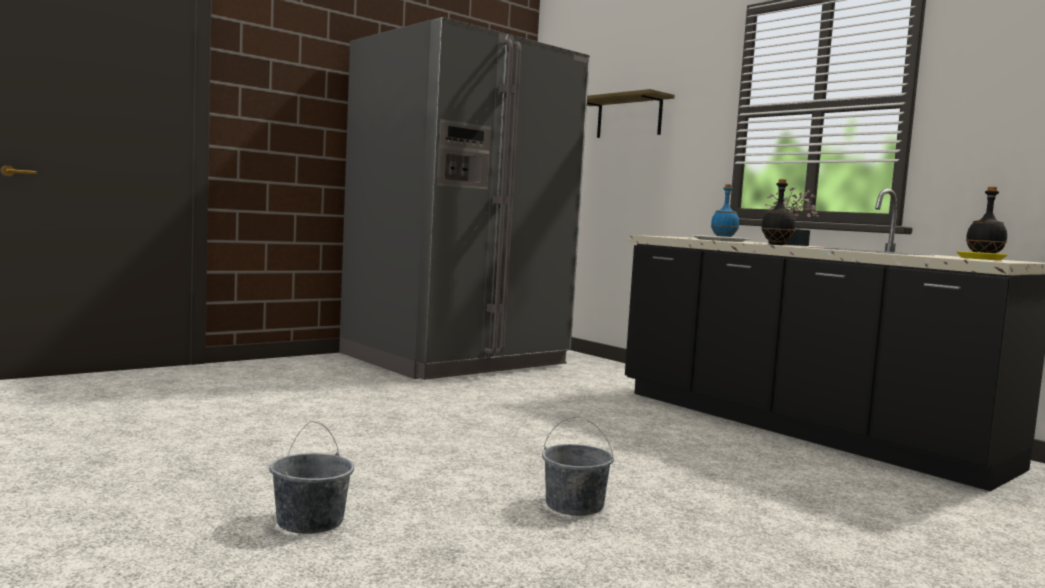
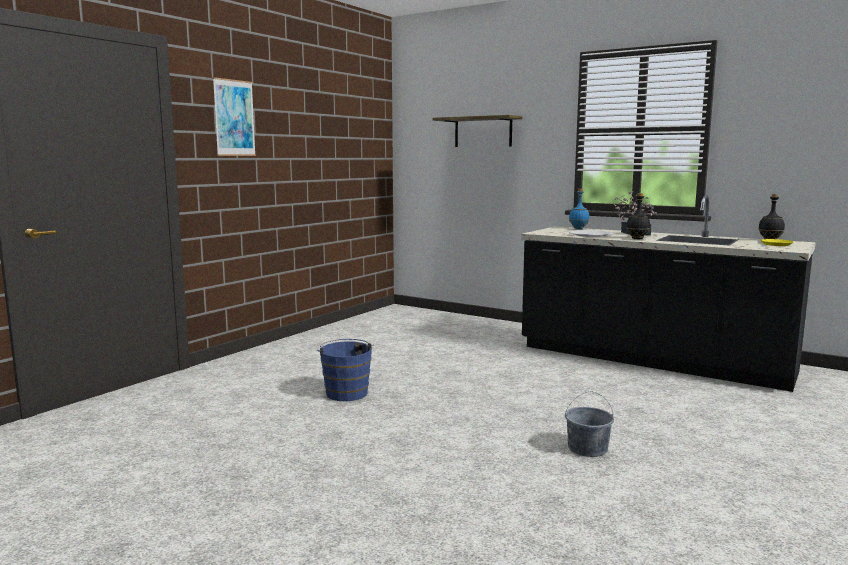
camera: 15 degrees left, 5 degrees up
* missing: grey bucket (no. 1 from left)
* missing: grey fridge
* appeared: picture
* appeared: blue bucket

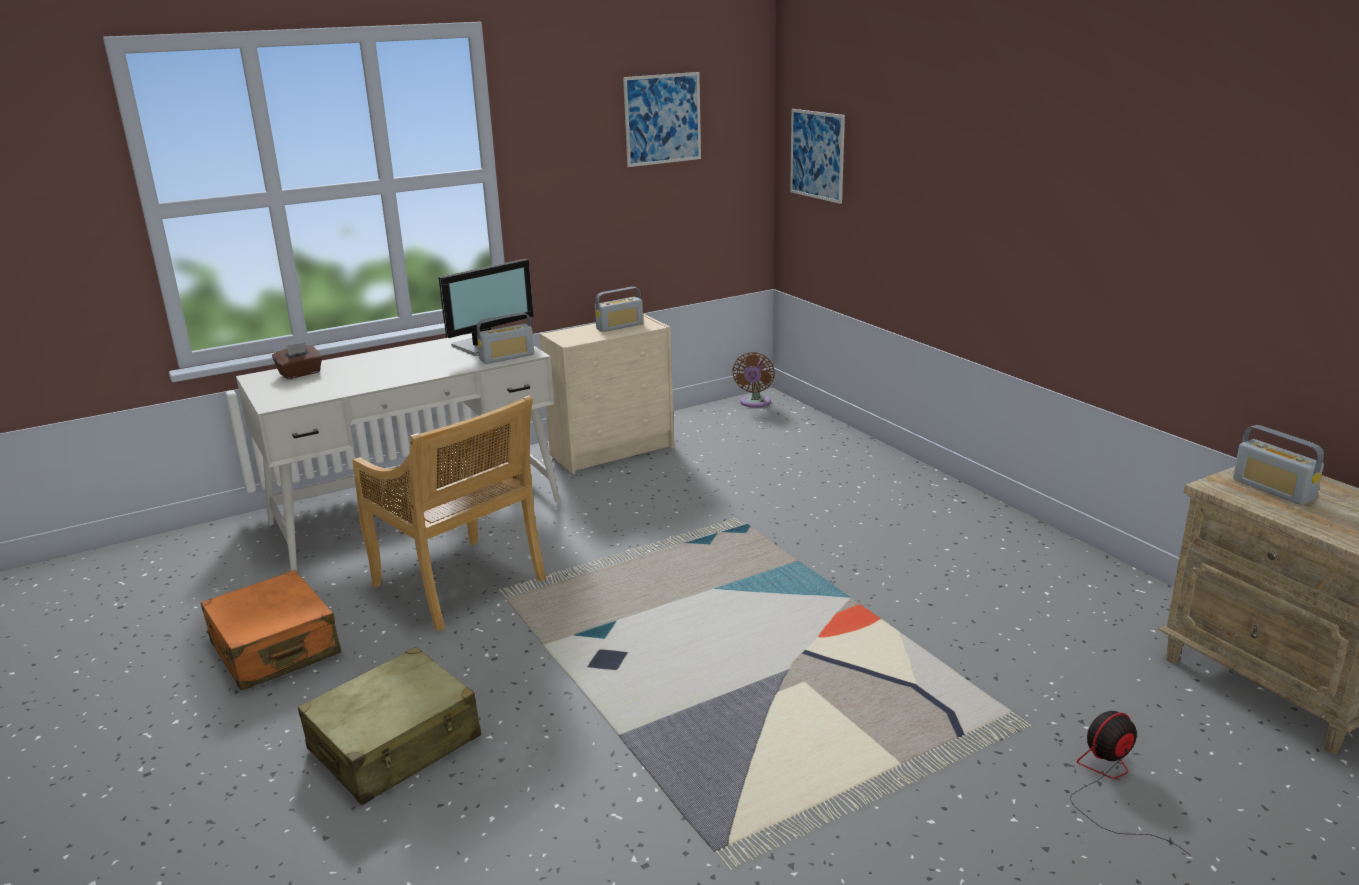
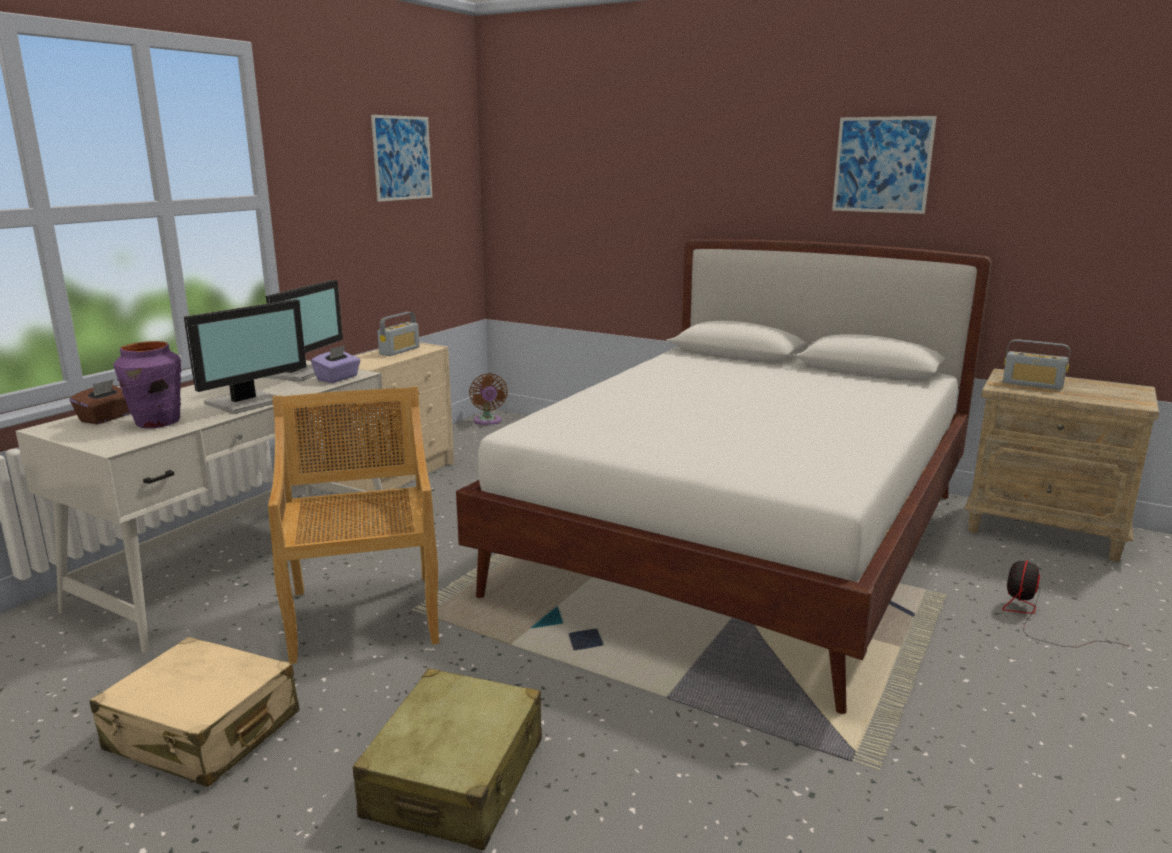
camera: 30 degrees left, 5 degrees down
* colour: orange suitcase to beige suitcase (no. 1 from left)
* spun: beige chair 120 degrees counterclockwise
* exchanged: radio (no. 1 from left) to purple tissue box
* relocated: picture (no. 2 from left)
* appeared: purple vase
* appeared: monitor (no. 1 from left)
* appeared: white bed

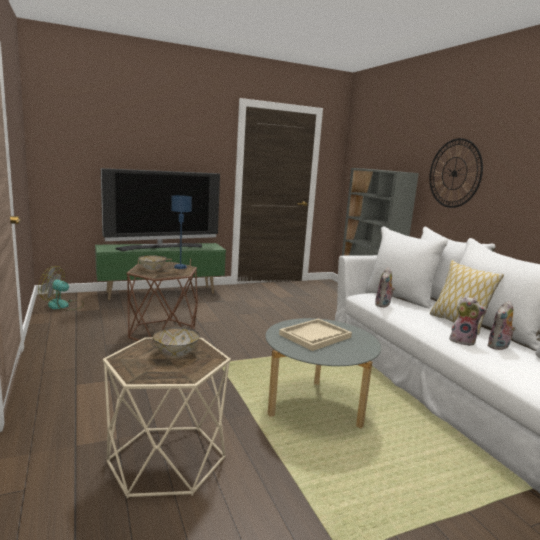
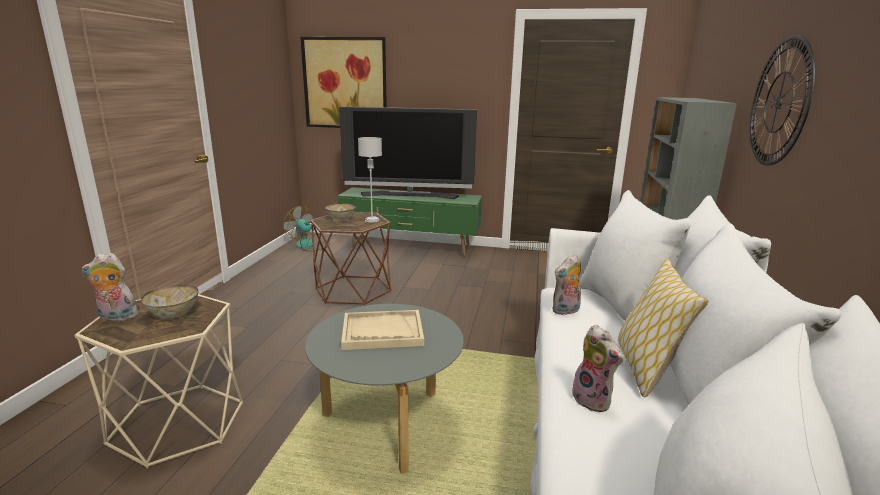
camera: 35 degrees right, 5 degrees up
* colour: blue table lamp to grey table lamp
* relocated: plush toy (no. 3 from left in the first image) to plush toy (no. 1 from left)
* appeared: picture

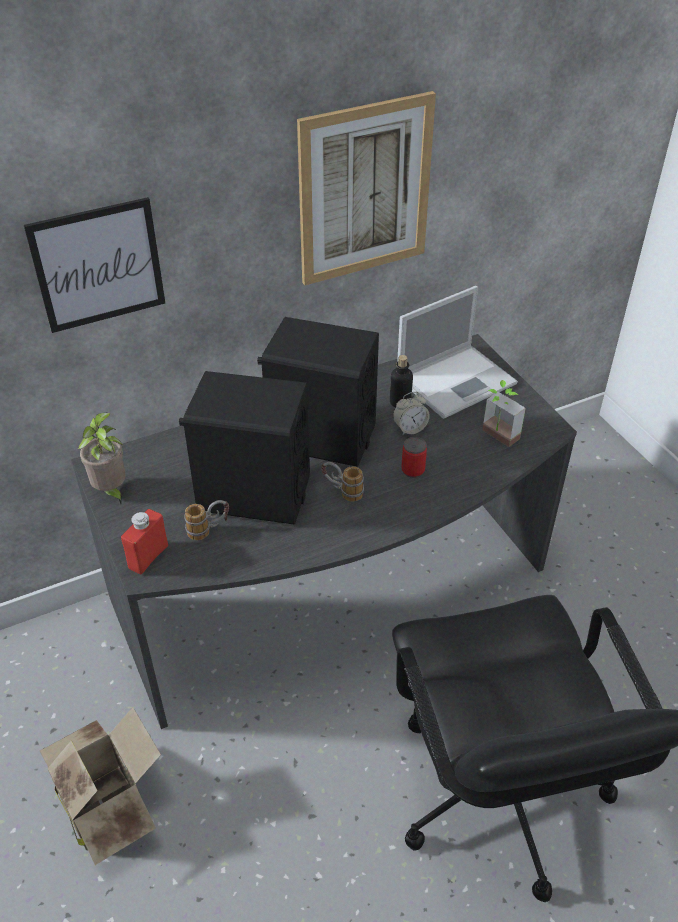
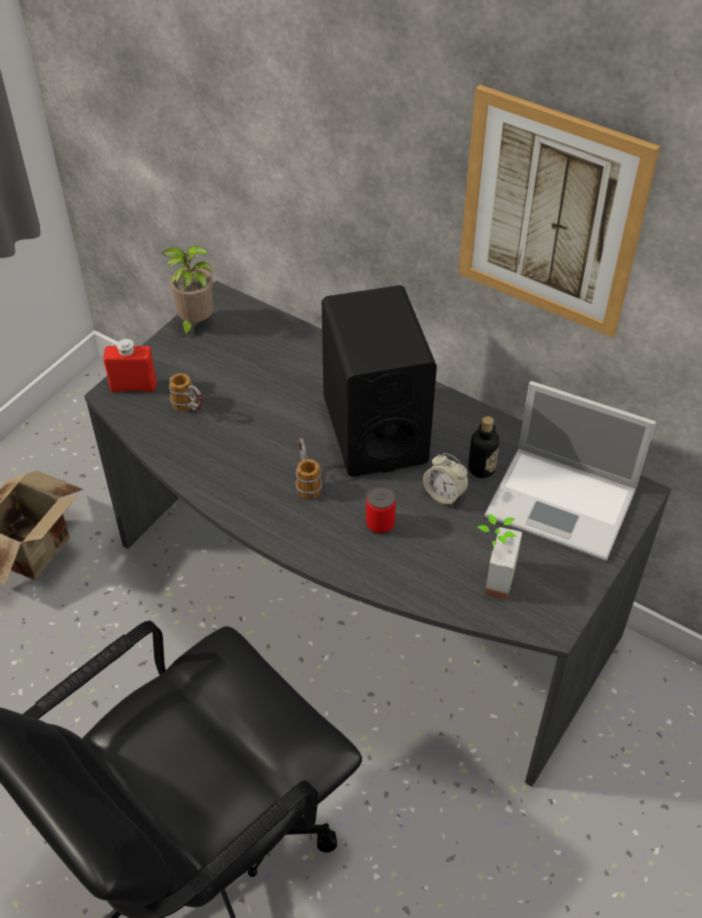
camera: 60 degrees right, 5 degrees up
* missing: picture (no. 1 from left)
* missing: black speaker (no. 1 from left)

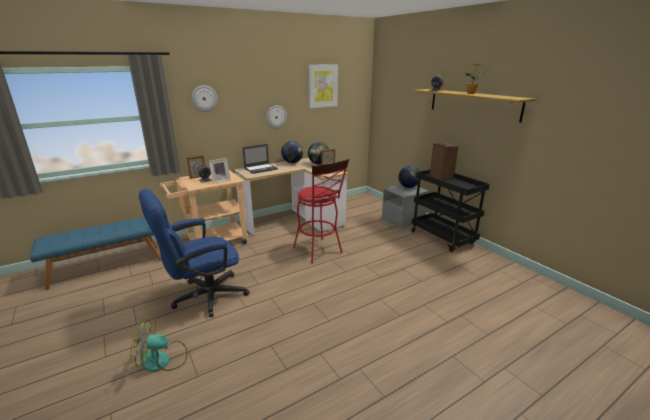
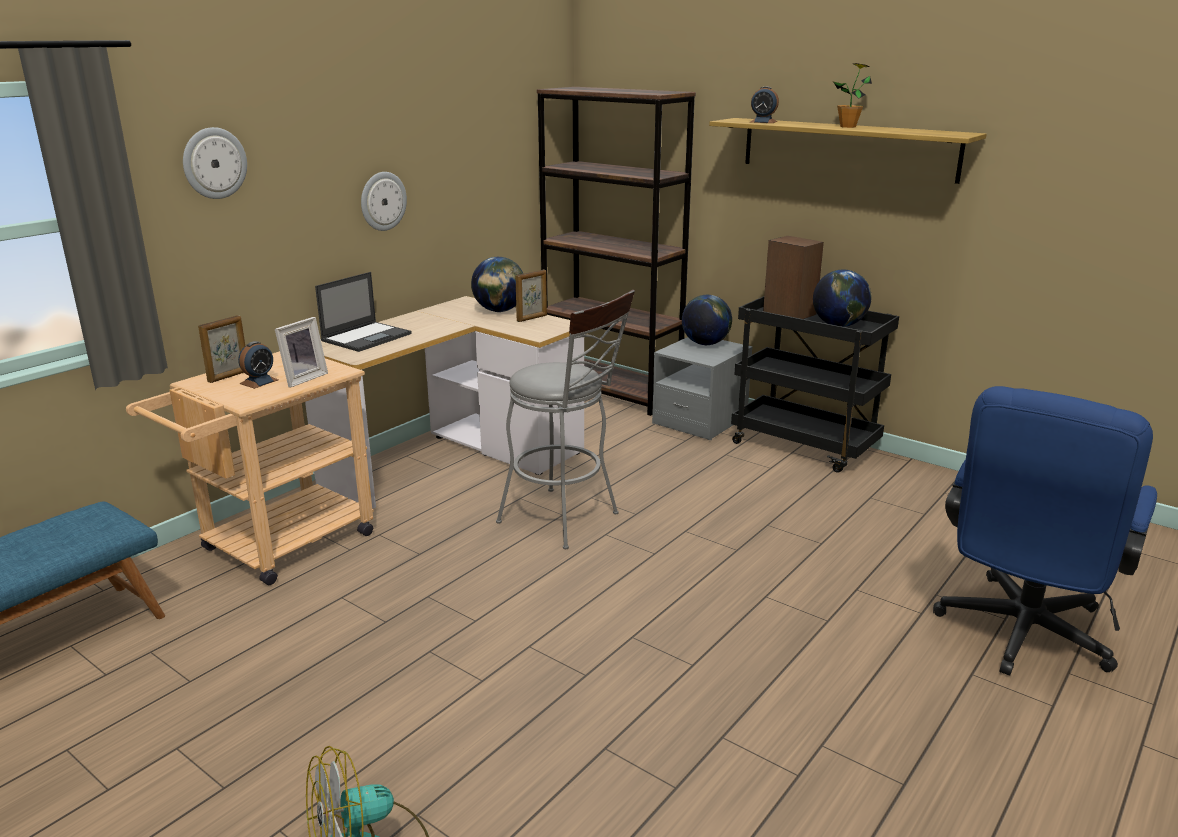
camera: 20 degrees left, 0 degrees up
* relocated: blue office chair
* relocated: globe (no. 1 from left in the first image) to globe (no. 3 from left)
* colour: red stool to grey stool
* missing: picture
* appeared: brown bookcase

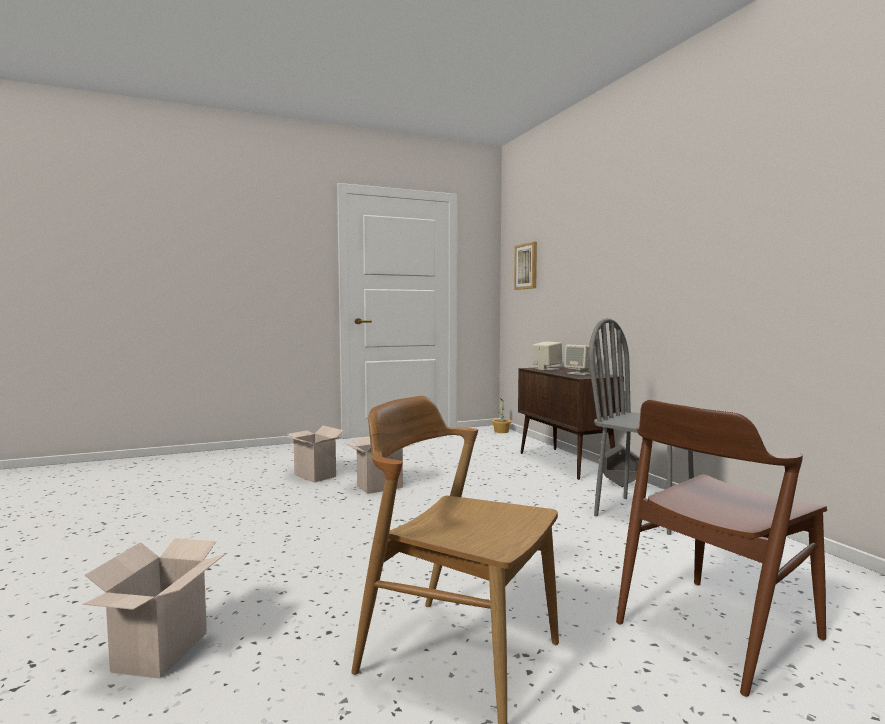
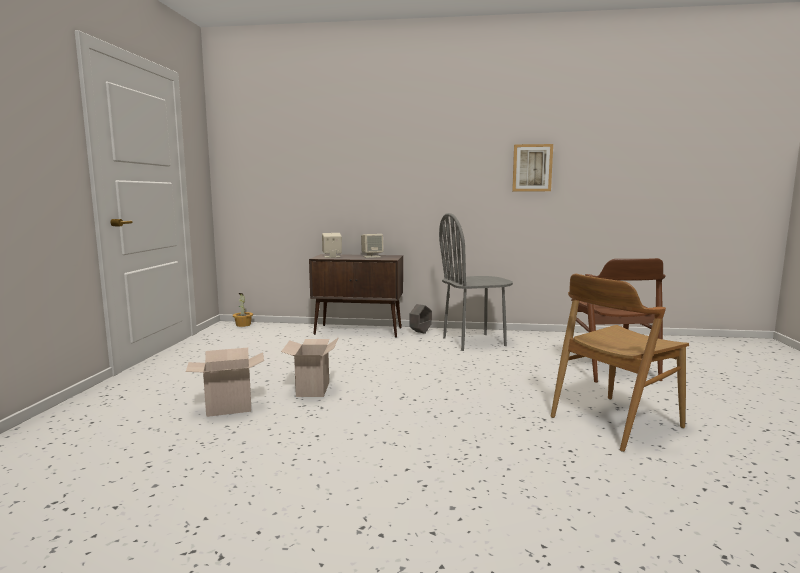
camera: 60 degrees left, 5 degrees up
* missing: cardboard box (no. 1 from left)
* relocated: picture

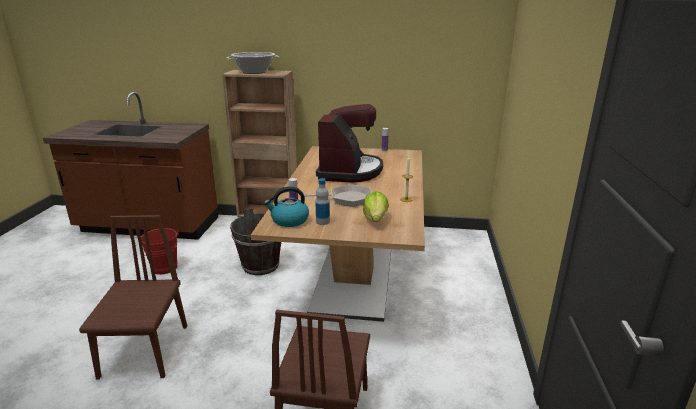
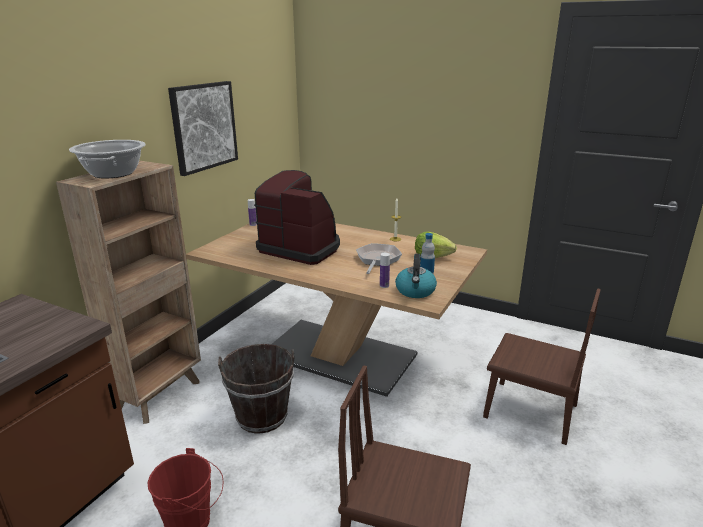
camera: 70 degrees left, 0 degrees up
* appeared: picture

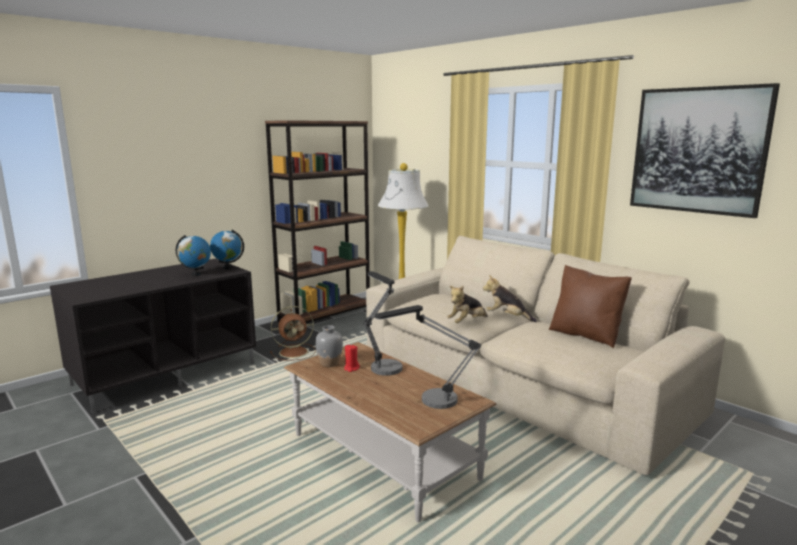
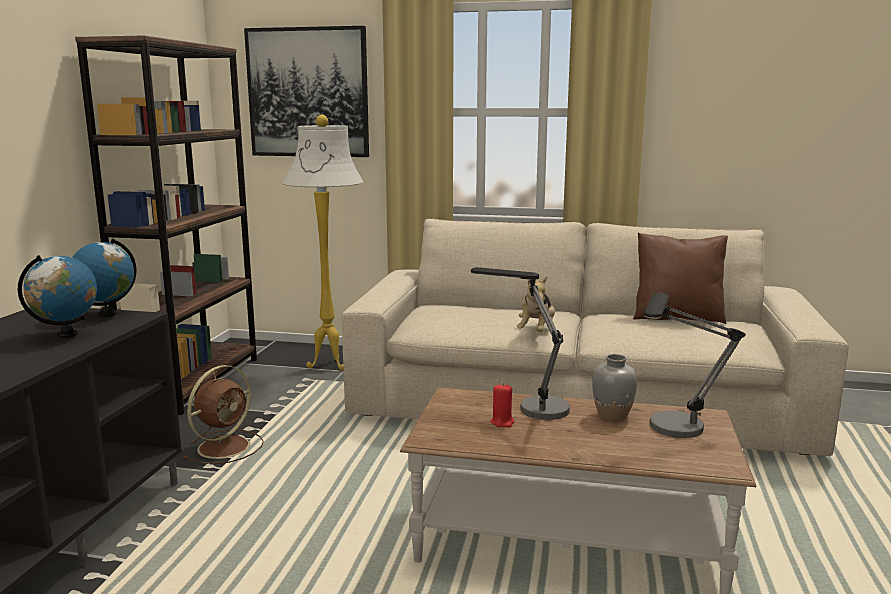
camera: 35 degrees left, 0 degrees up
* relocated: grey vase
* missing: plush toy (no. 2 from left)
* relocated: picture

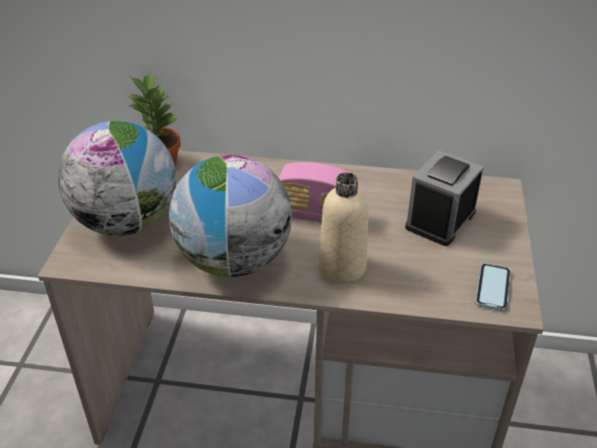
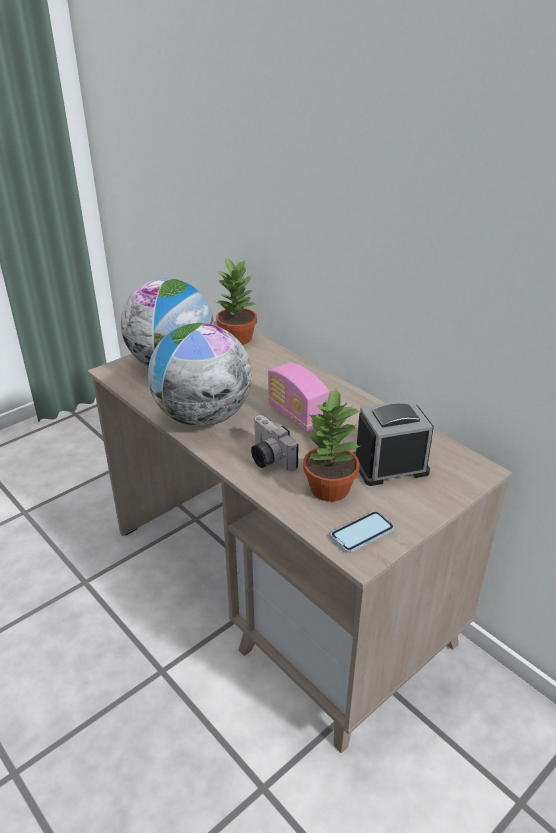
camera: 40 degrees right, 5 degrees down
* exchanged: beige bottle to photo camera
* appeared: potted plant (no. 2 from left)

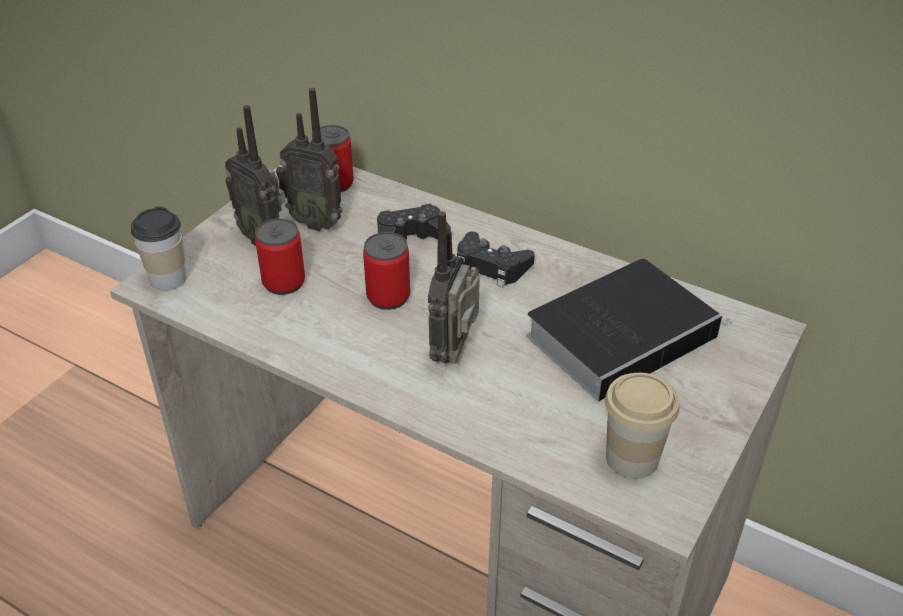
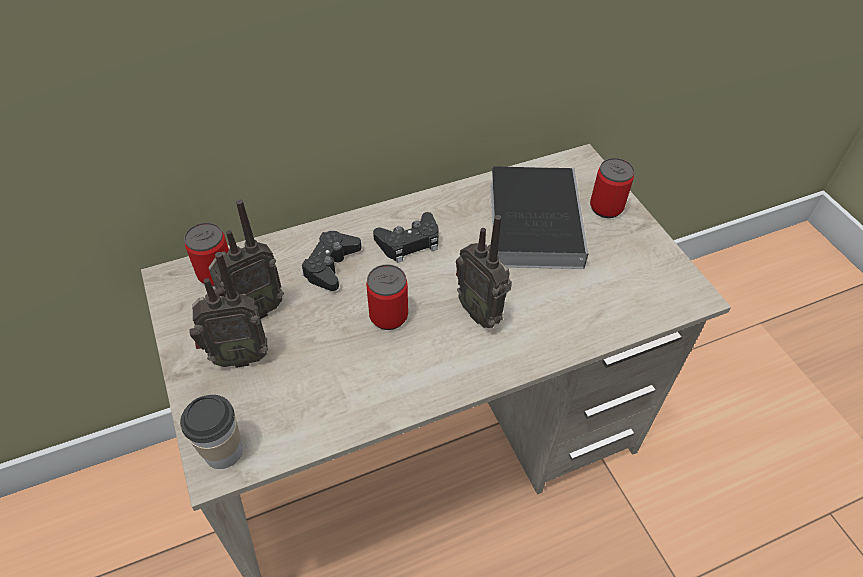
camera: 55 degrees left, 10 degrees up
* relocated: can (no. 1 from left in the first image) to can (no. 3 from left)
* missing: cup (no. 2 from left)

